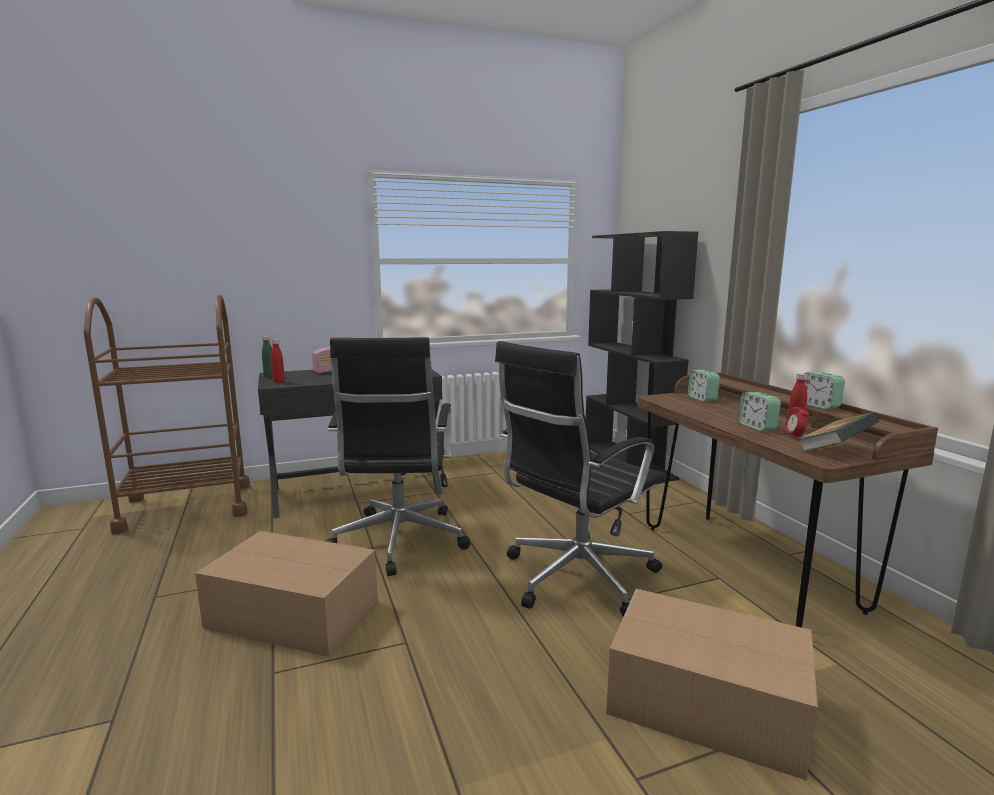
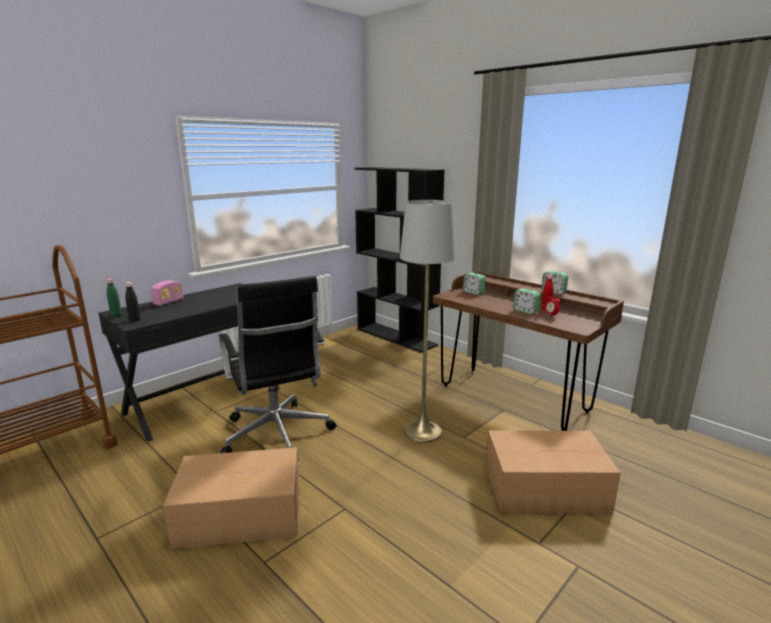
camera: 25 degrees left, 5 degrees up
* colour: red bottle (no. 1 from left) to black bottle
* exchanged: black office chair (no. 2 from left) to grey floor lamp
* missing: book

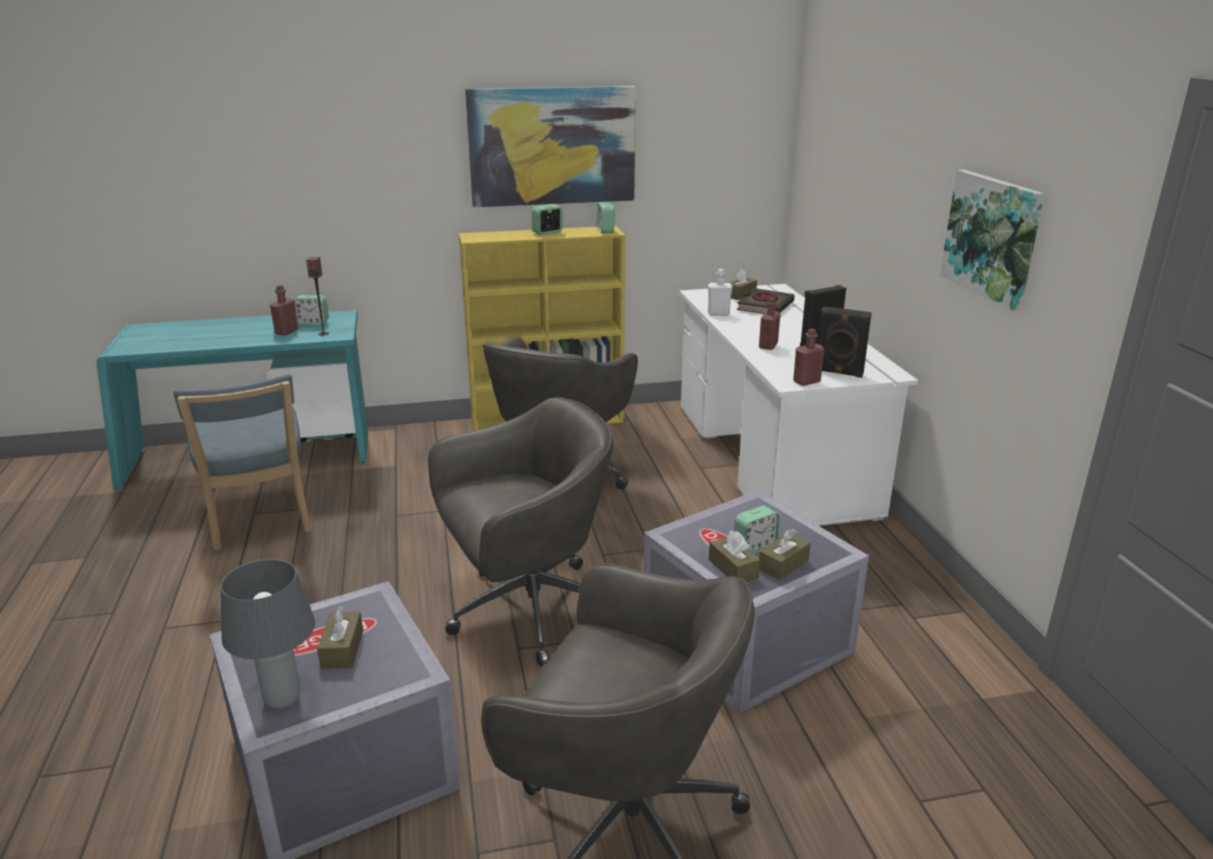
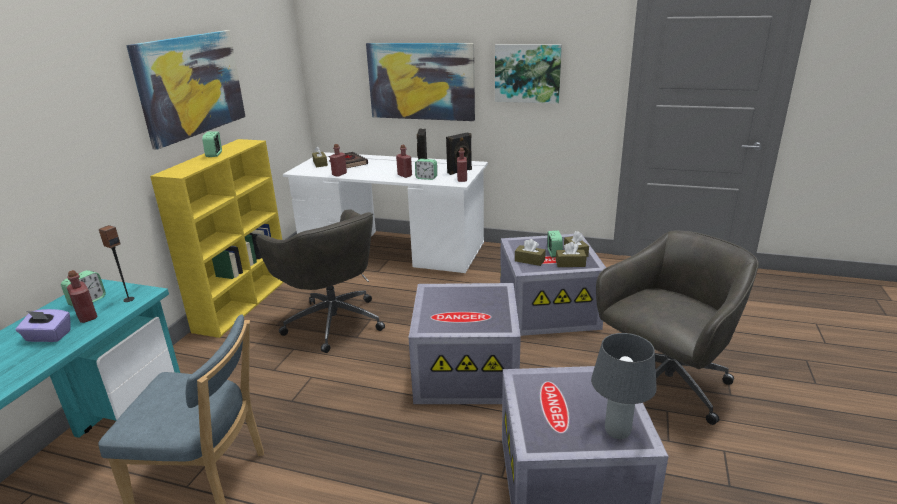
camera: 60 degrees left, 0 degrees up
* relocated: brown tissue box (no. 1 from left in the first image) to brown tissue box (no. 2 from left)
* exchanged: grey office chair (no. 1 from left) to grey storage box (no. 1 from left)
* relocated: alarm clock (no. 3 from left)
* colour: white bottle to red bottle (no. 2 from left)
* appeared: purple tissue box
* appeared: picture (no. 2 from left)

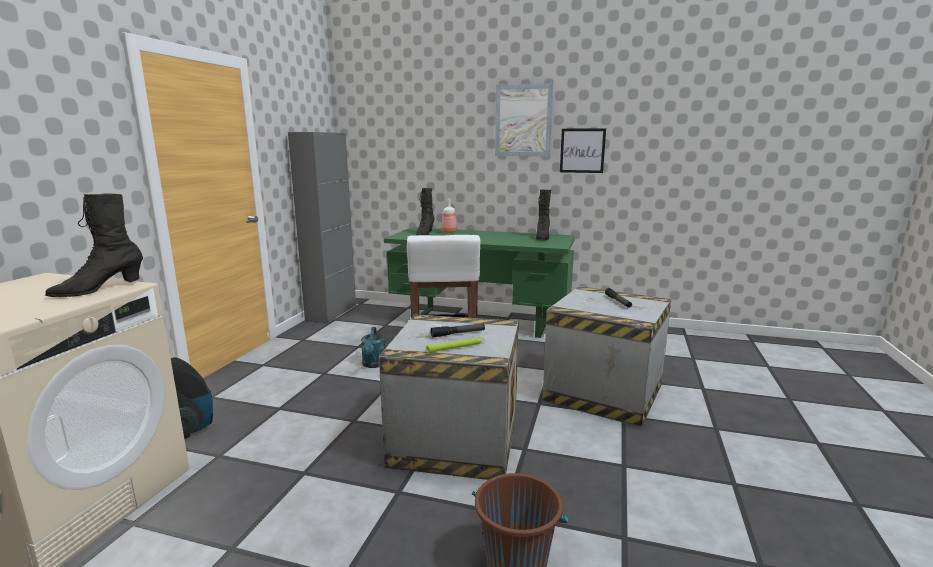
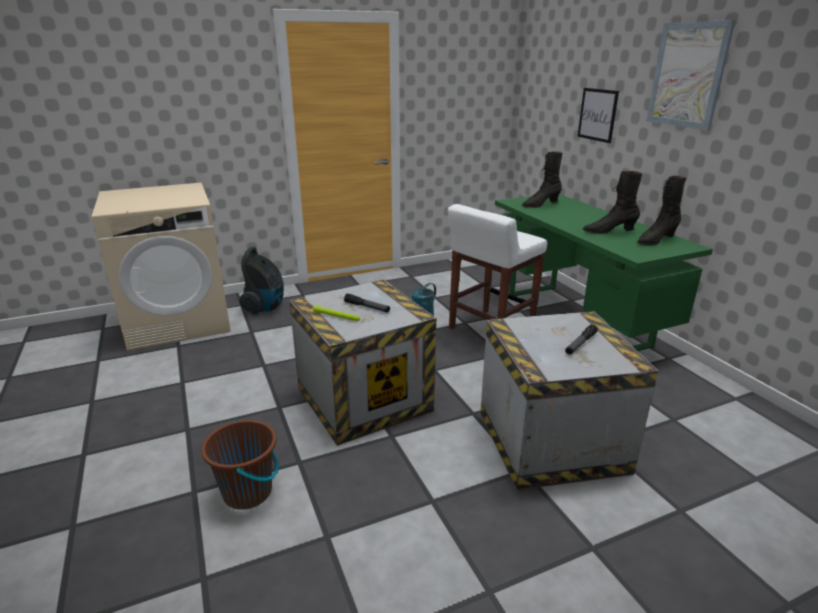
camera: 50 degrees right, 10 degrees up
* relocated: black boot (no. 1 from left in the first image) to black boot (no. 2 from left)
* missing: grey cabinet
* missing: bottle
* relocated: picture (no. 2 from left in the first image) to picture (no. 1 from left)

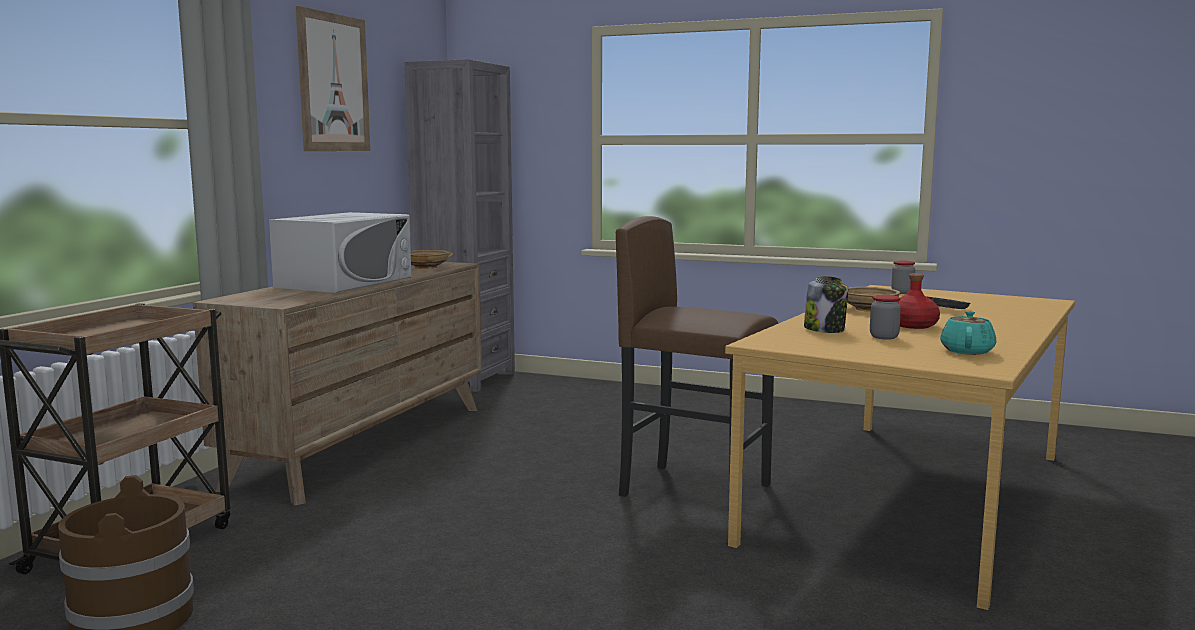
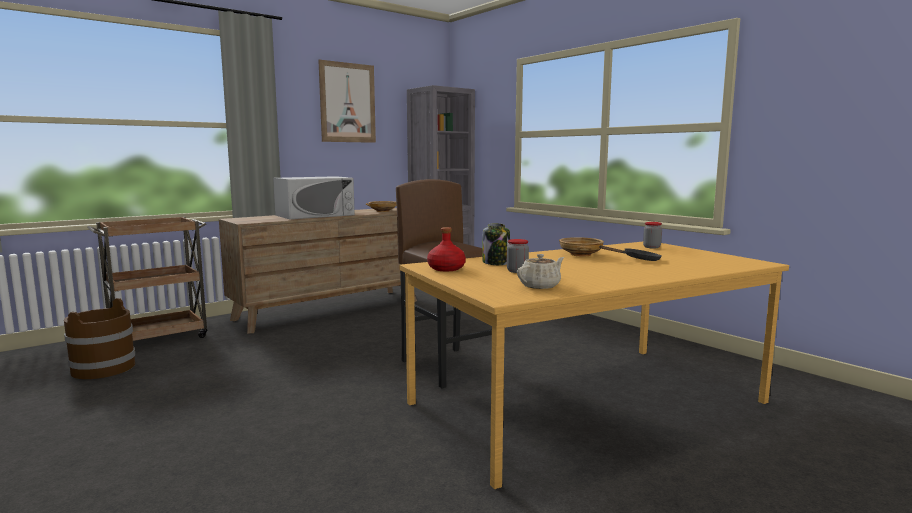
camera: 30 degrees right, 0 degrees up
* relocated: red bottle
* colour: turquoise teapot to beige teapot

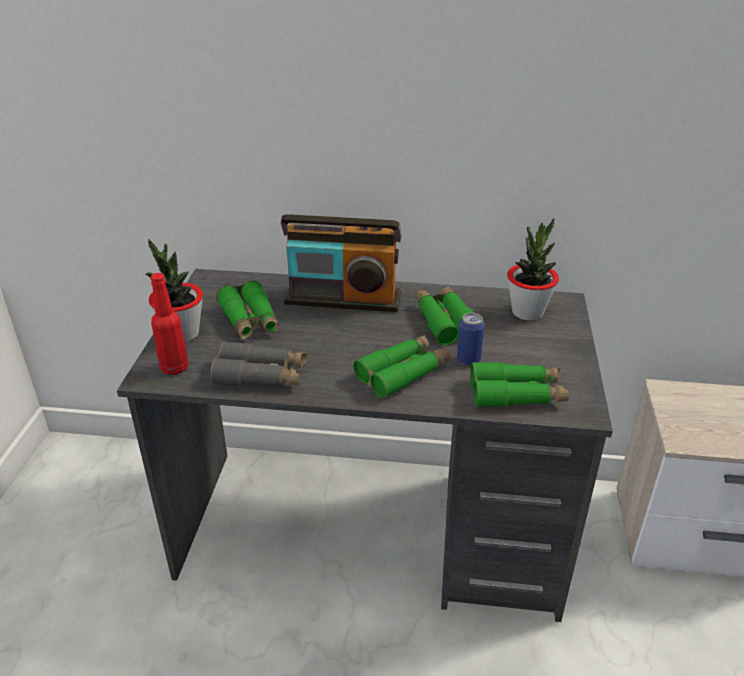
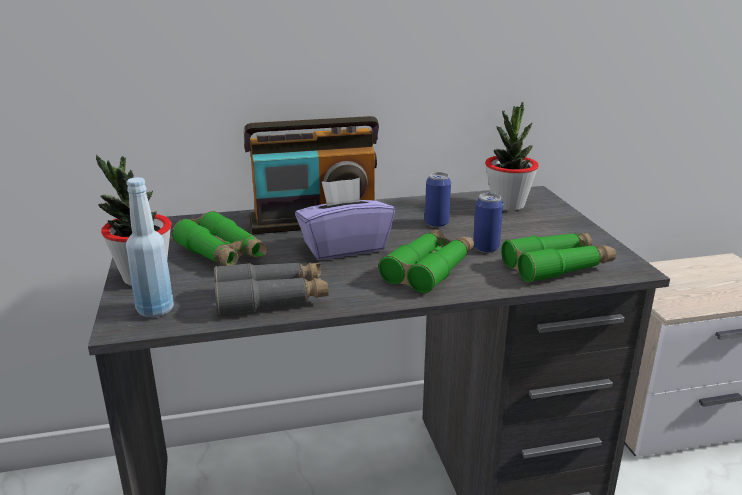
camera: 20 degrees left, 10 degrees down
* colour: red bottle to blue bottle
* exchanged: green binoculars (no. 3 from left) to can (no. 1 from left)
* appeared: purple tissue box

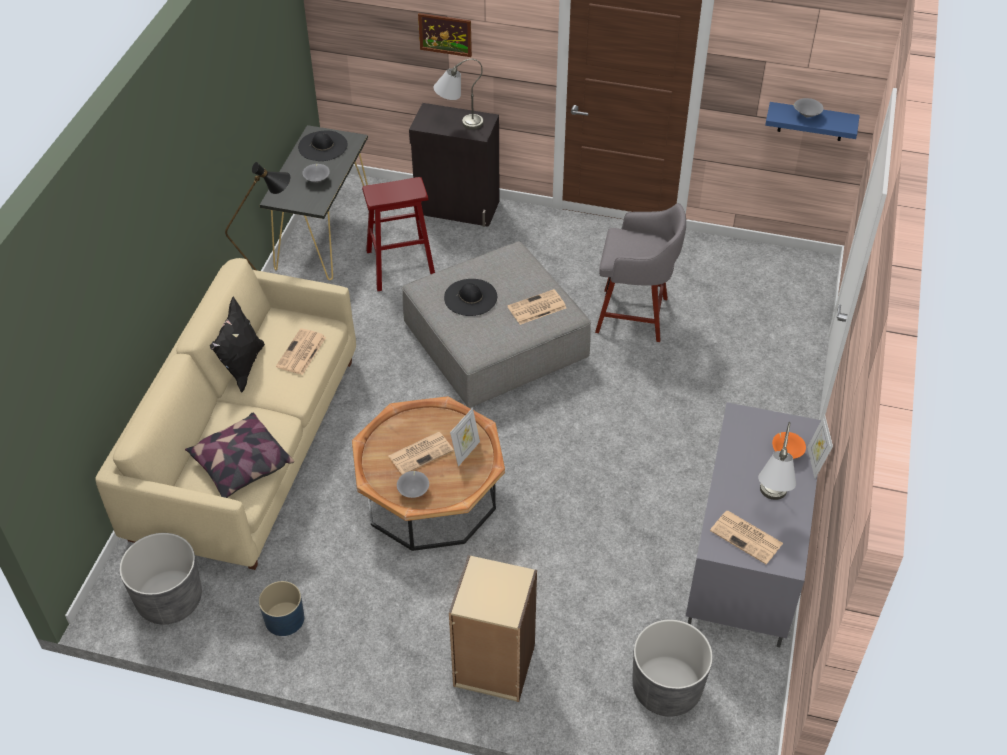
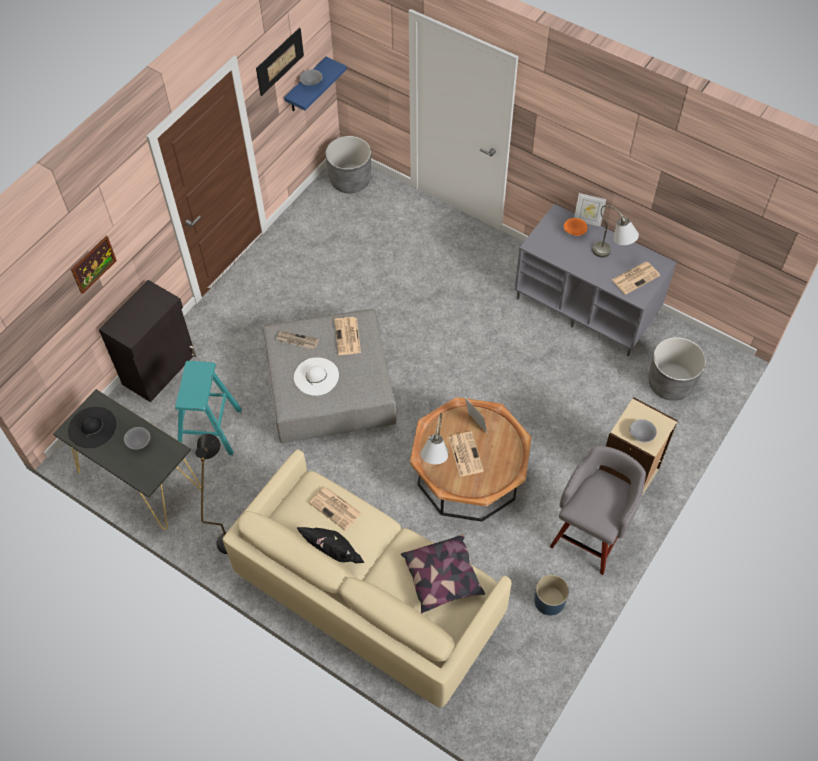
camera: 70 degrees left, 10 degrees up
* relocated: grey planter (no. 1 from left)
* colour: red stool to turquoise stool
* relocated: grey bowl (no. 2 from left in the first image) to grey bowl (no. 3 from left)
* relocated: grey table lamp (no. 1 from left)
* colour: black hat (no. 2 from left) to white hat
* relocated: grey stool
* appeared: picture (no. 2 from left)
* appeared: newspaper (no. 1 from left)

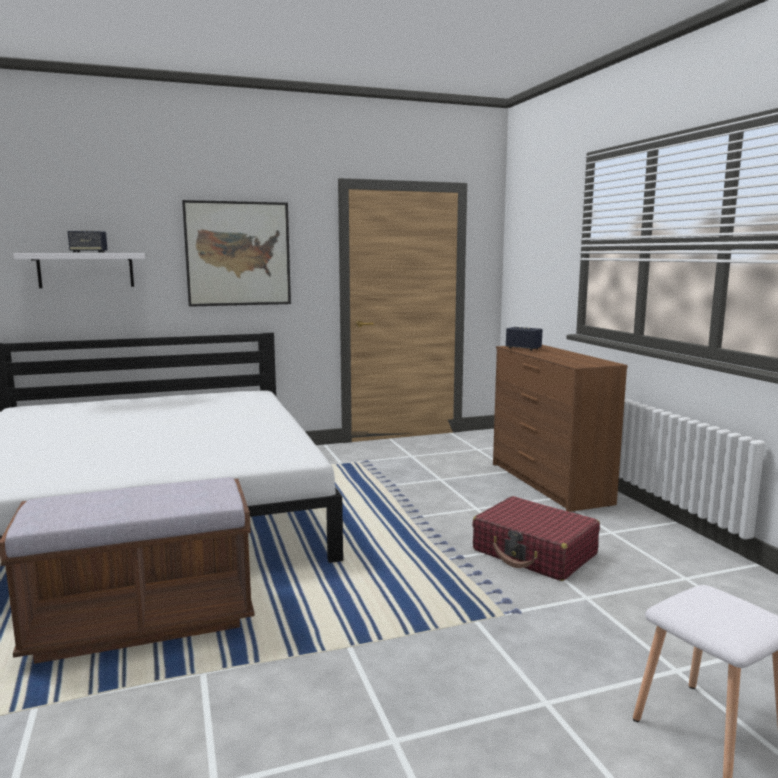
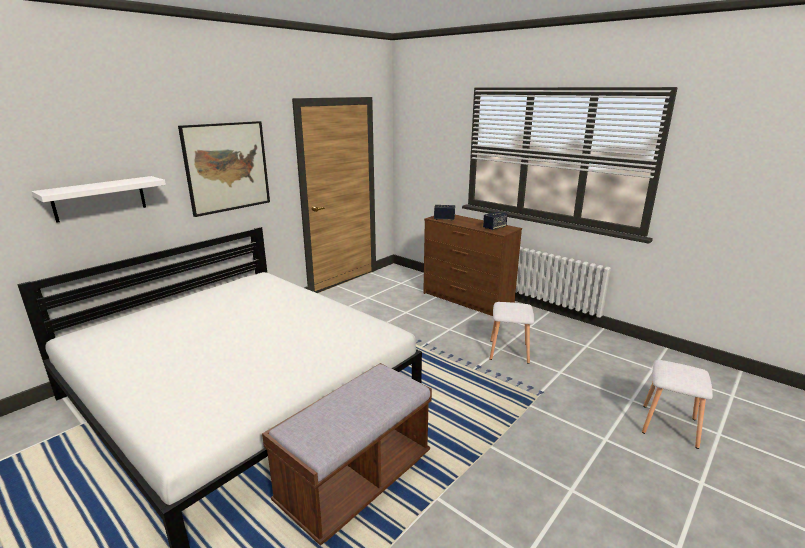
camera: 30 degrees left, 10 degrees up
* relocated: speaker (no. 1 from left in the first image) to speaker (no. 2 from left)
* exchanged: red suitcase to white stool (no. 1 from left)

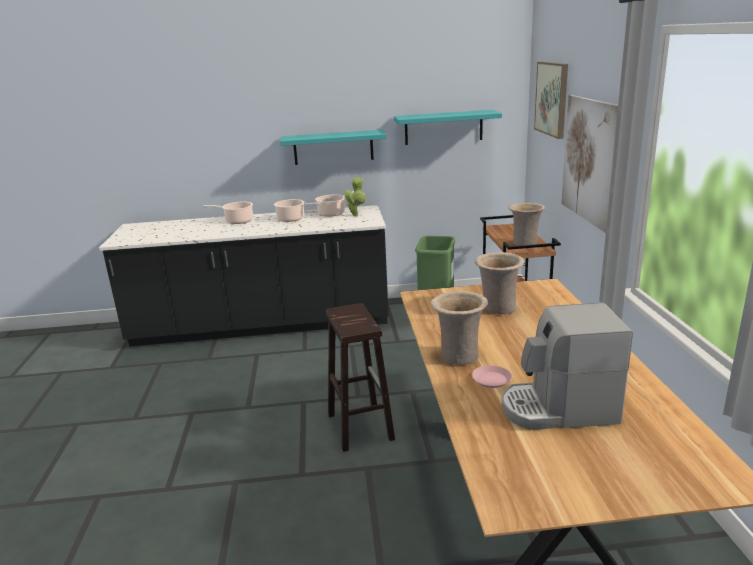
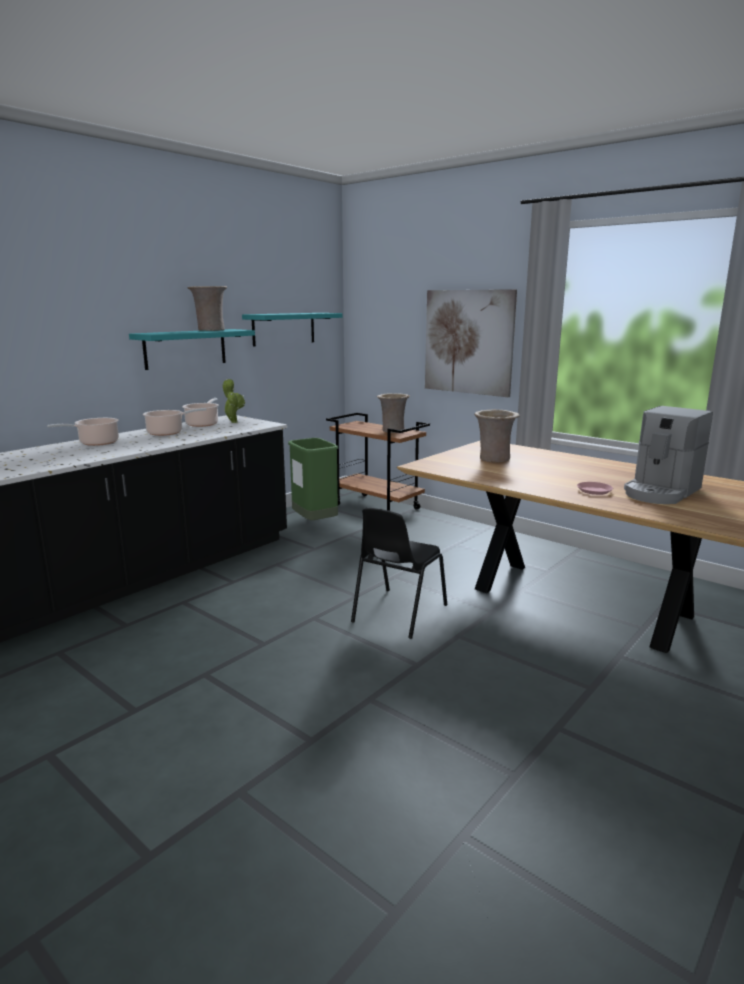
camera: 45 degrees left, 5 degrees down
* exchanged: brown stool to black chair
* relocated: beige vase (no. 1 from left)
* missing: picture (no. 1 from left)

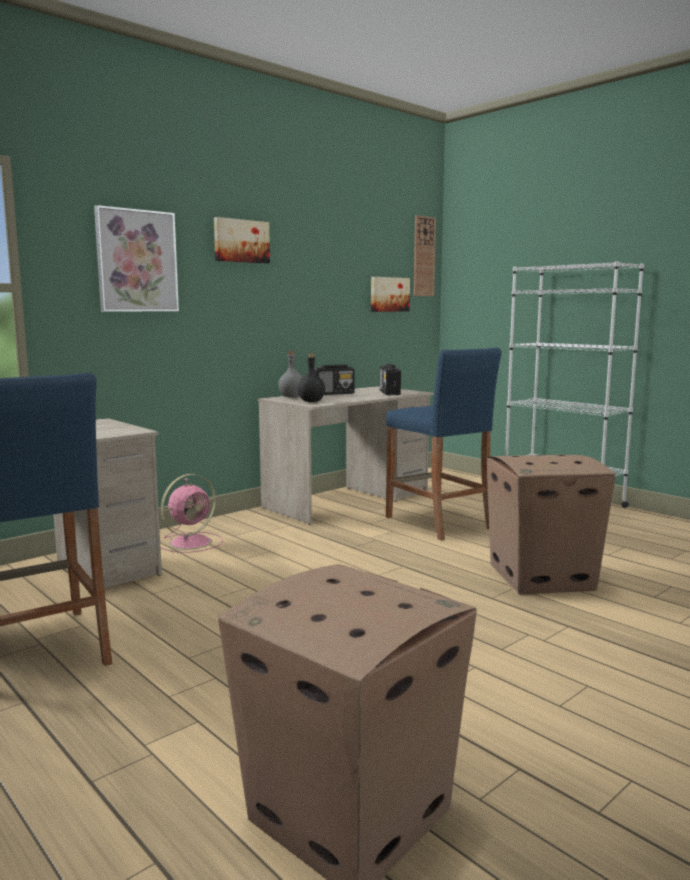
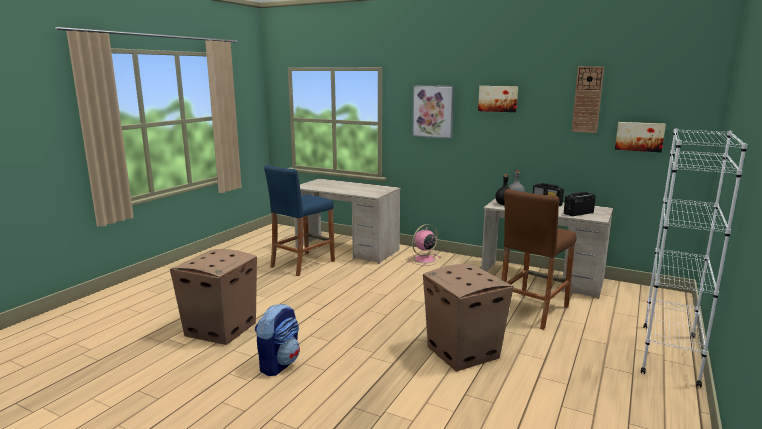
camera: 70 degrees right, 5 degrees up
* spun: pink fan 120 degrees clockwise
* colour: blue stool (no. 2 from left) to brown stool
* relocated: wall clock
* appeared: backpack

